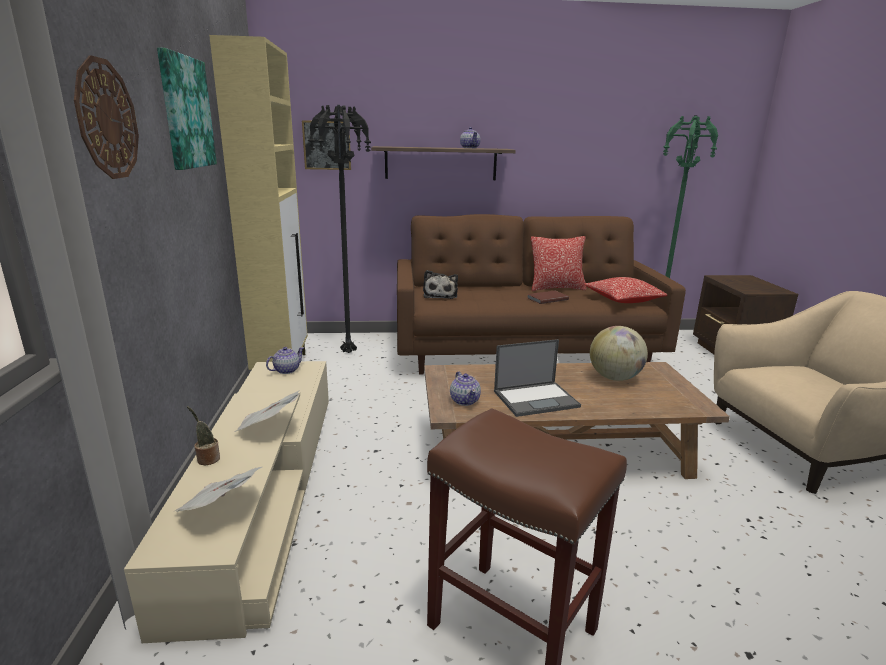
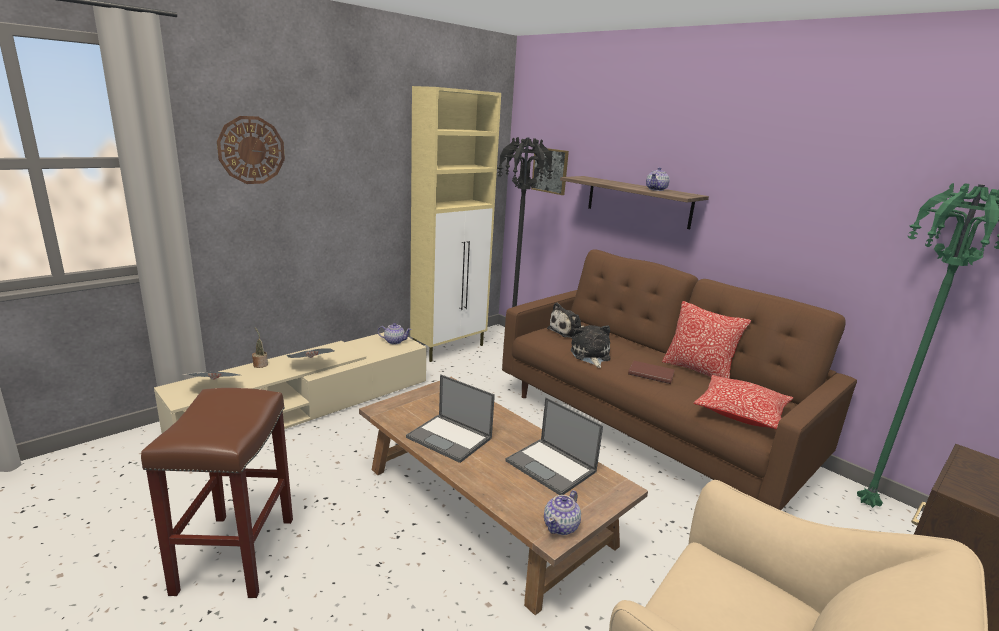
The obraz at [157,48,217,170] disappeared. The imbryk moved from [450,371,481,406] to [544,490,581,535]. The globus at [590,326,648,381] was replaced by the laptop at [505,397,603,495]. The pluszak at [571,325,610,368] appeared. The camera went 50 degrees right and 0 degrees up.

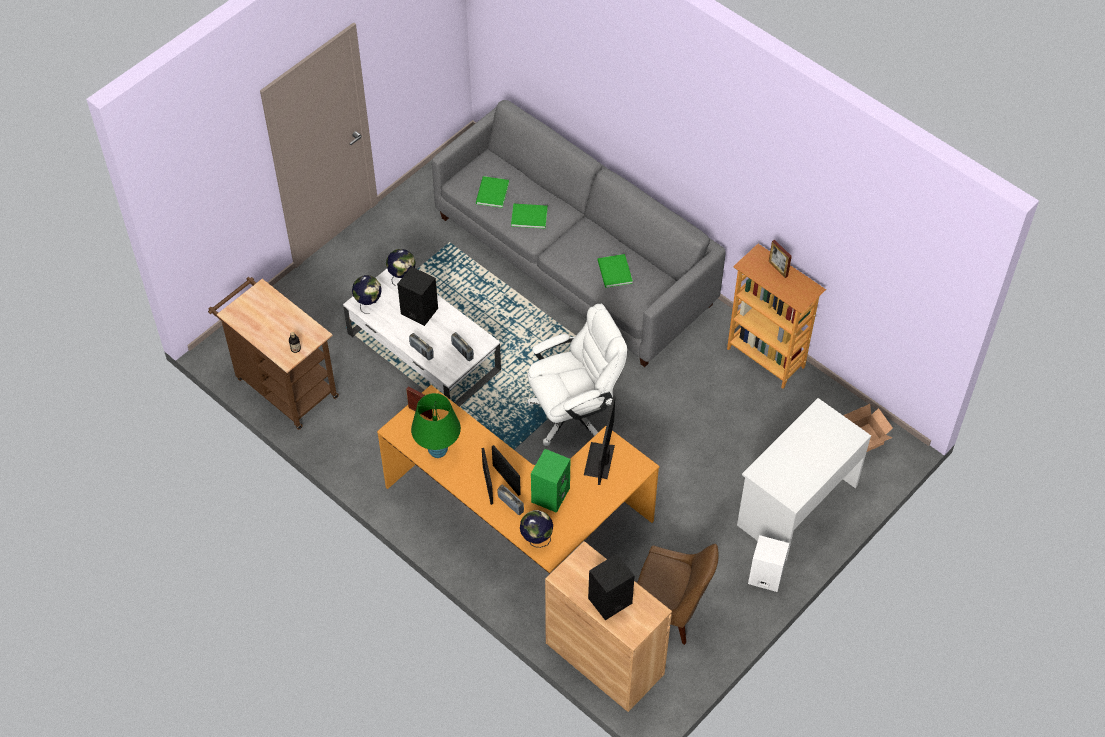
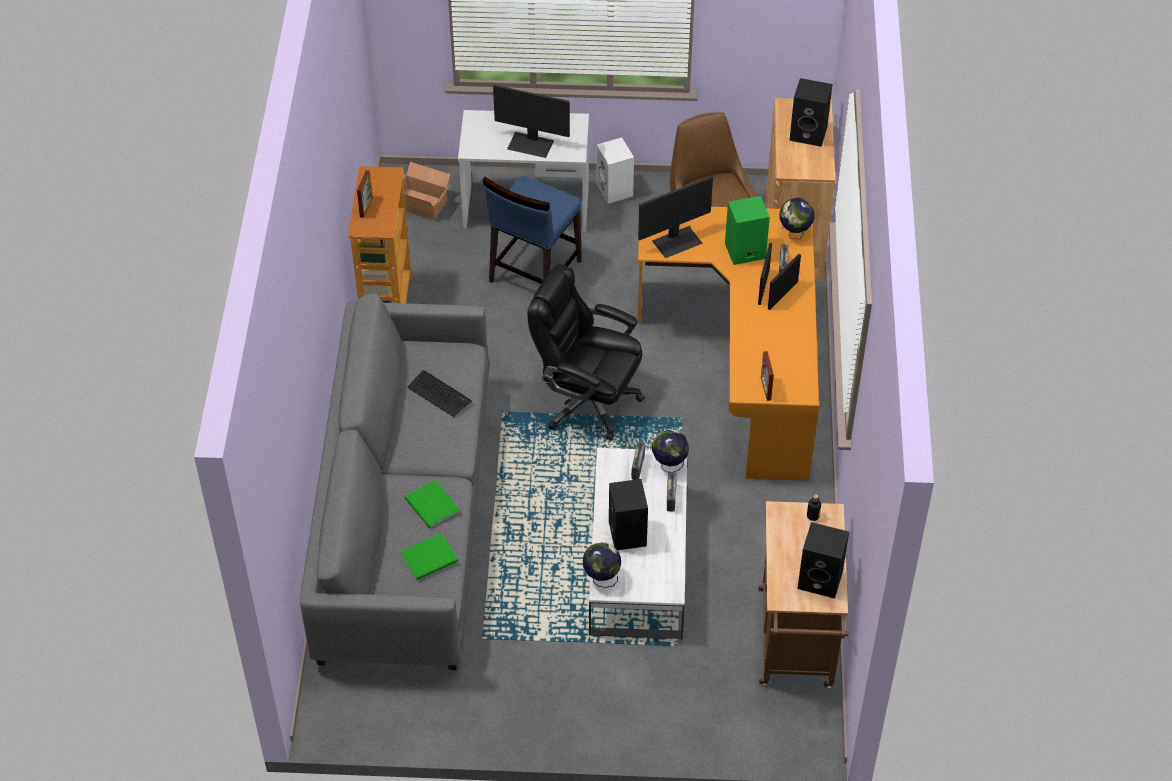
The globus moved from [352,275,382,314] to [652,429,689,472]. The lampa stołowa [zielony] at [411,393,461,458] disappeared. The krzesło biurowe [biały] at [527,303,627,446] became the krzesło biurowe [czarny] at [527,264,645,441]. The książka [zielony] at [598,254,633,288] was replaced by the klawiatura at [407,370,472,417]. The krzesło [niebieski] at [483,175,582,284] appeared. The monitor at [493,85,570,158] appeared. The głośnik [czarny] at [797,522,849,599] appeared. The camera went 130 degrees left and 5 degrees down.

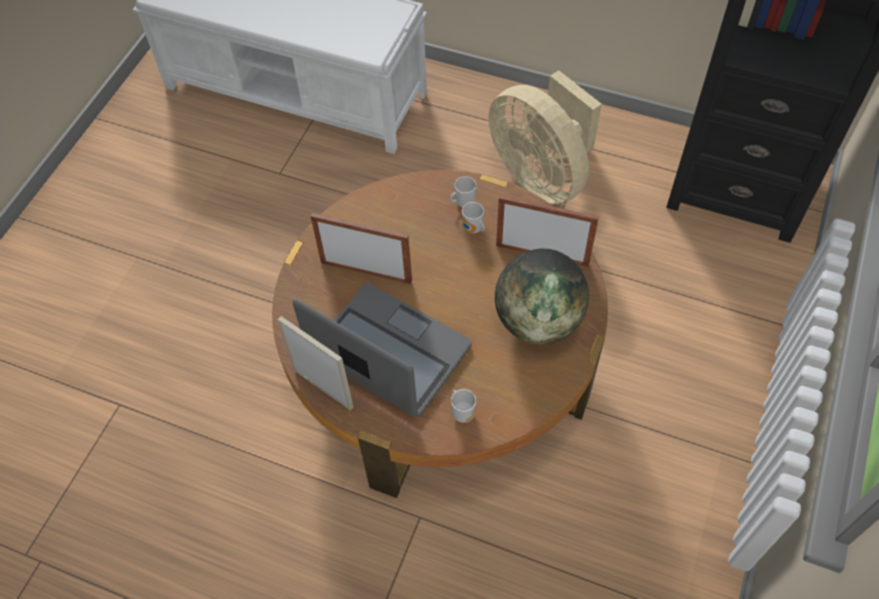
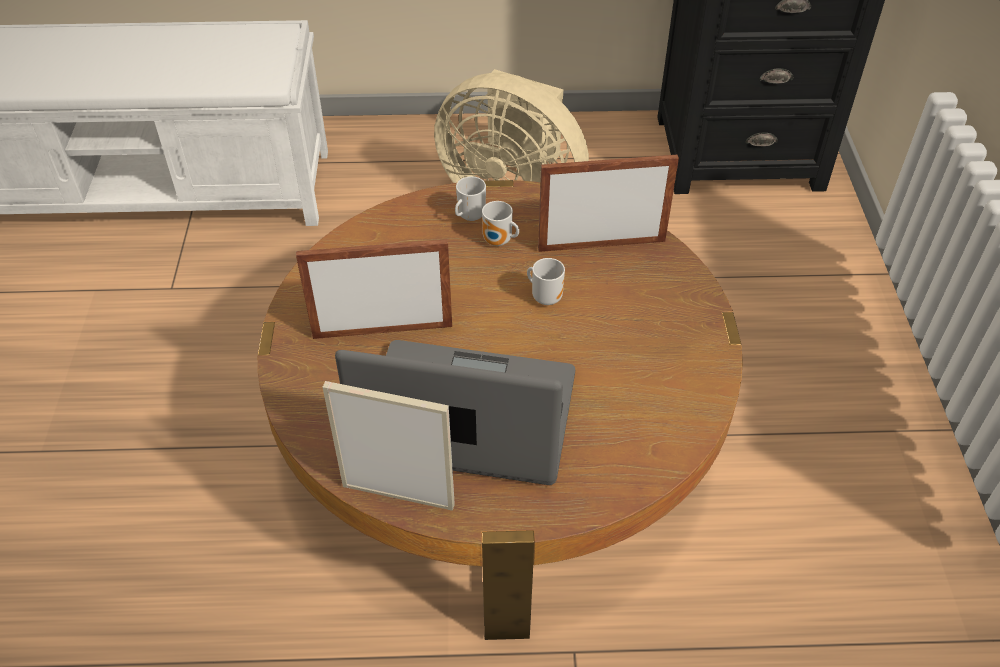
The kubek moved from [451,389,476,423] to [527,258,565,305]. The globus at [495,249,589,345] disappeared. The camera went 25 degrees left and 10 degrees down.

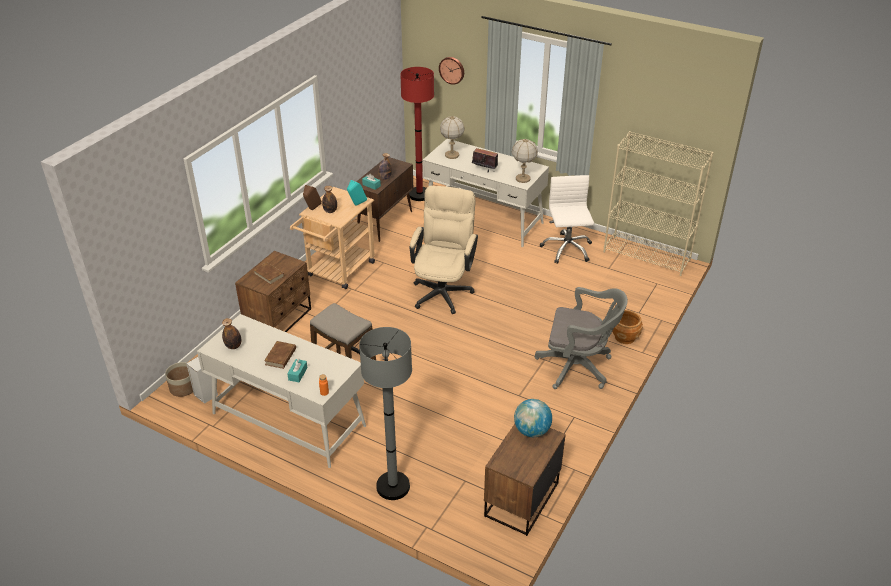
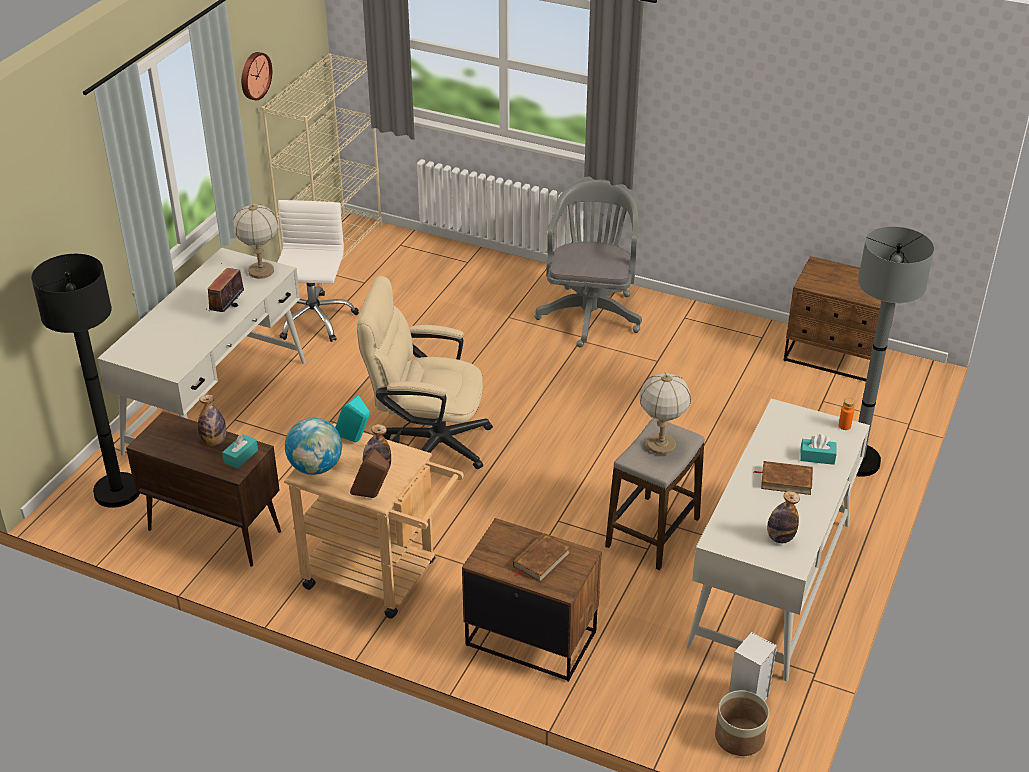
The lampa stojąca [czerwony] at [400,67,434,201] became the lampa stojąca [czarny] at [31,254,140,508]. The zegar ścienny moved from [439,57,464,85] to [241,52,272,101]. The lampa stołowa moved from [440,116,465,159] to [640,373,691,455]. The globus moved from [514,399,552,437] to [285,418,342,475]. The krzesło biurowe [biały] at [540,175,594,264] turned 105 degrees clockwise. The donica [brązowy] at [612,310,643,344] disappeared. The camera went 95 degrees left and 0 degrees up.

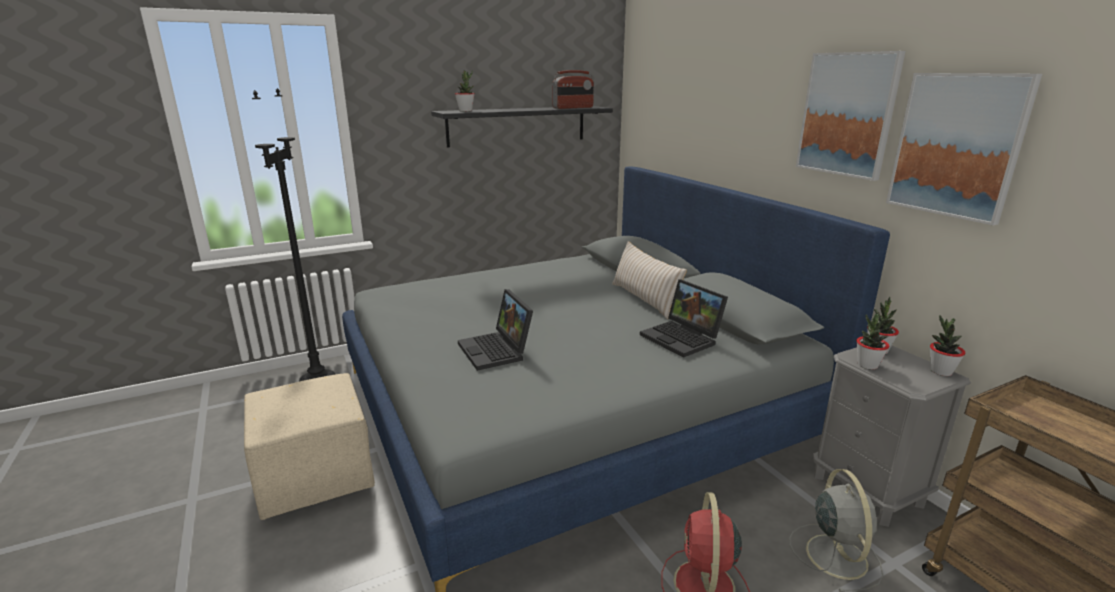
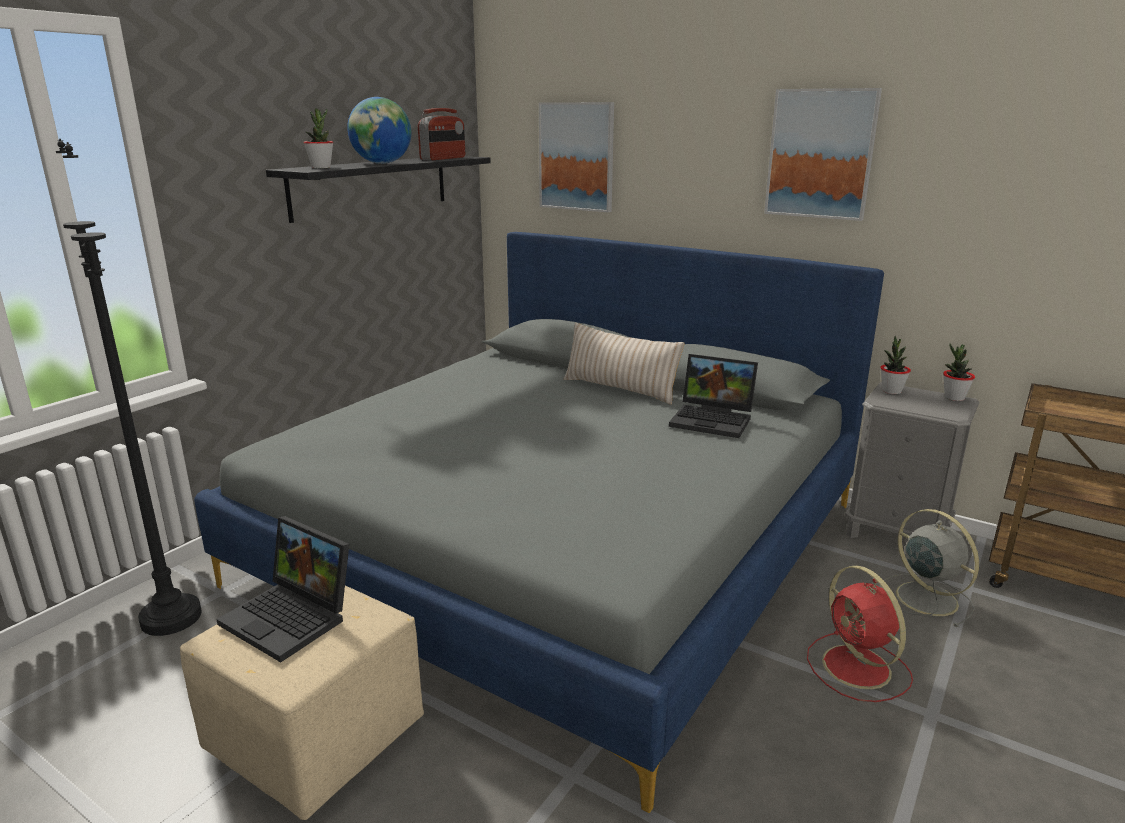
The laptop moved from [458,289,533,371] to [216,516,349,662]. The roślina doniczkowa at [856,313,889,370] disappeared. The obraz moved from [886,73,1042,225] to [539,102,614,212]. The globus at [347,97,411,164] appeared. The camera went 30 degrees left and 0 degrees up.

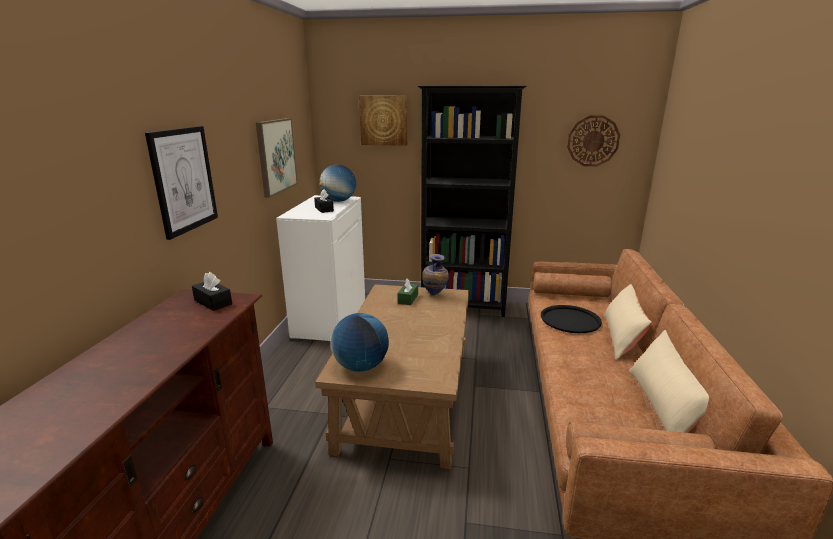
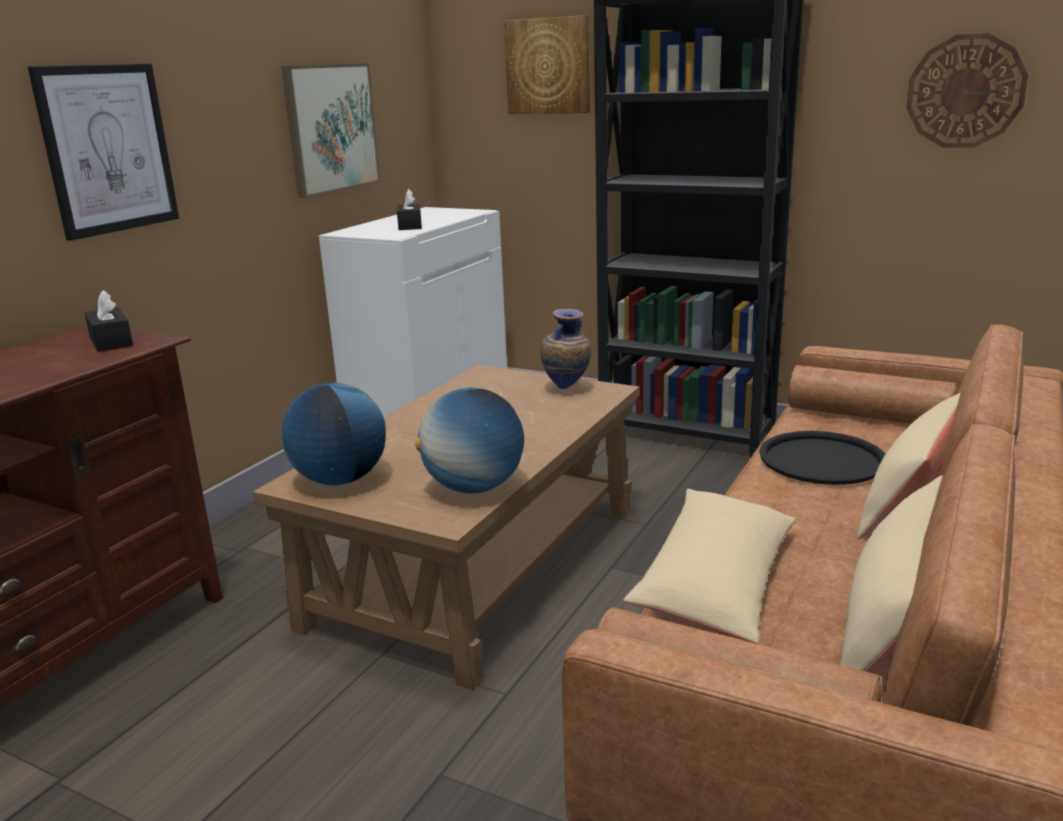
The globus moved from [319,165,356,202] to [415,387,524,493]. The pudełko chusteczek [zielony] at [397,278,418,305] disappeared. The poduszka [beżowy] at [624,489,796,644] appeared. The camera went 20 degrees right and 0 degrees up.

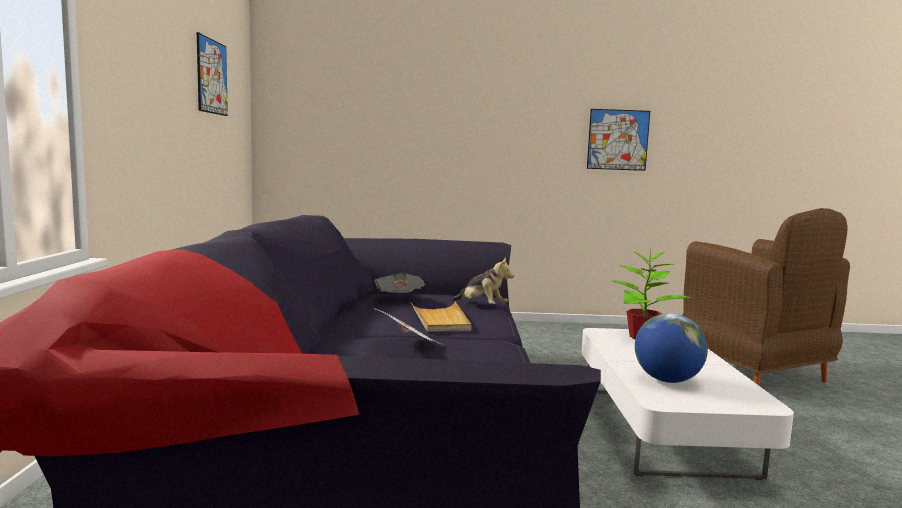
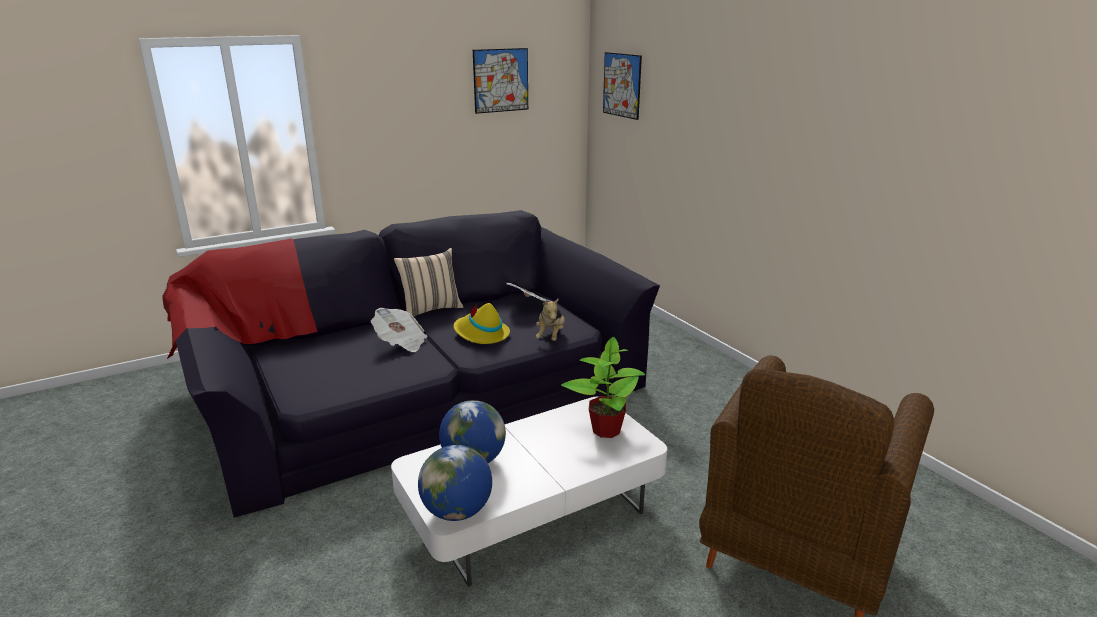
The taca [beżowy] at [411,302,471,332] was replaced by the kapelusz [żółty] at [453,303,510,344]. The obraz moved from [587,109,650,171] to [603,52,642,120]. The poduszka [beżowy] at [394,248,463,317] appeared. The globus at [418,445,492,521] appeared. The camera went 60 degrees right and 15 degrees up.

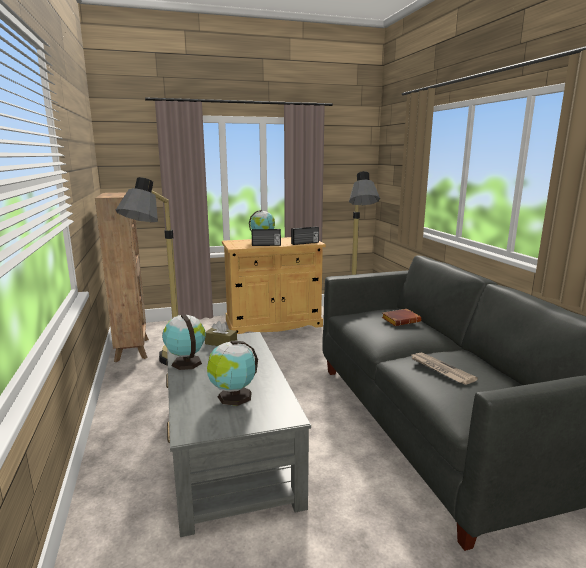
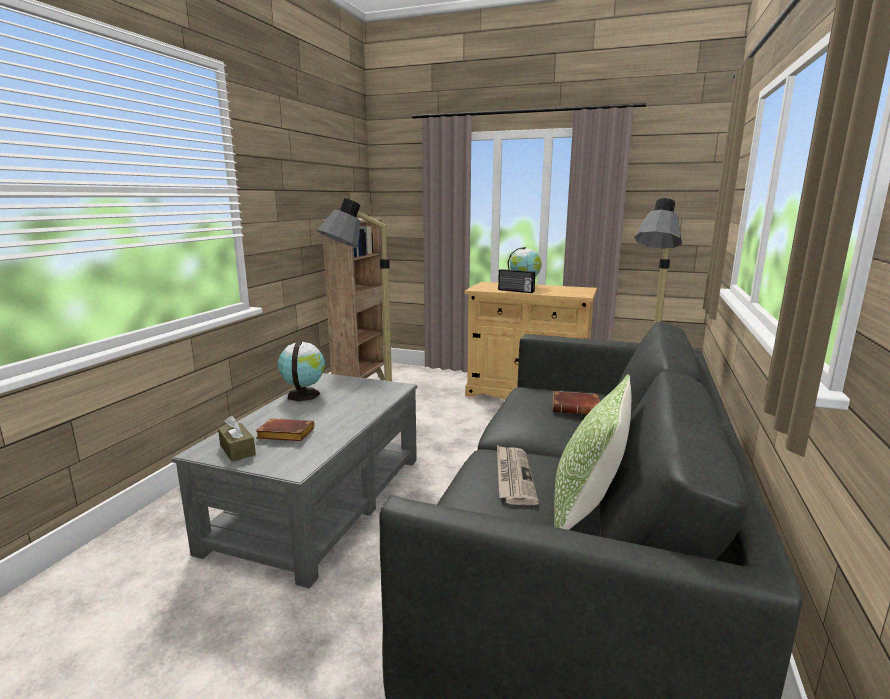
The pudełko chusteczek [brązowy] moved from [205,321,237,346] to [218,416,256,461]. The globus at [207,341,258,406] was replaced by the książka [brązowy] at [256,419,315,441]. The radio at [291,226,319,245] disappeared. The poduszka at [554,374,631,530] appeared. The camera went 35 degrees right and 0 degrees up.

